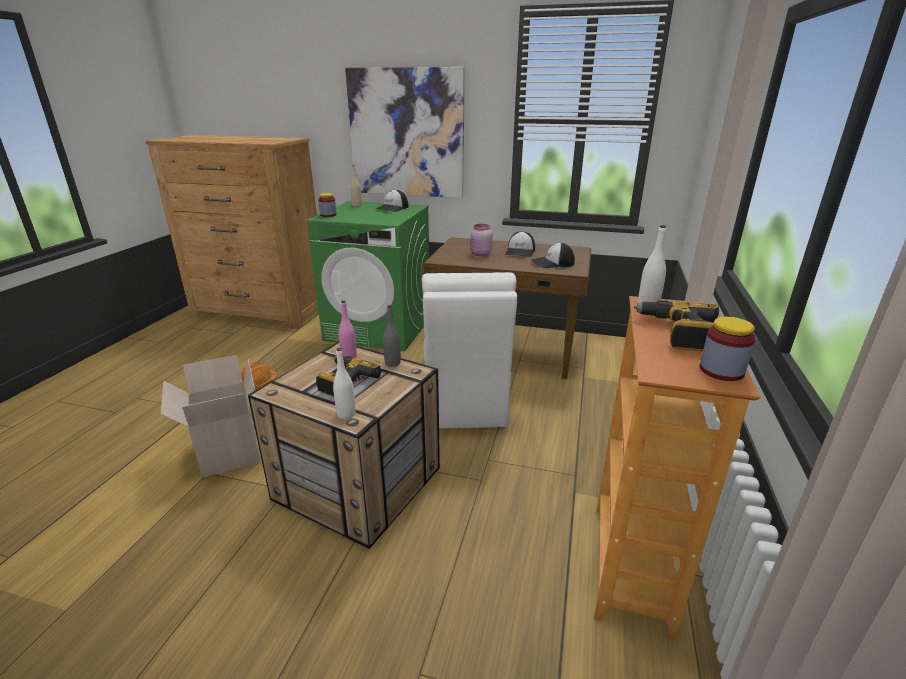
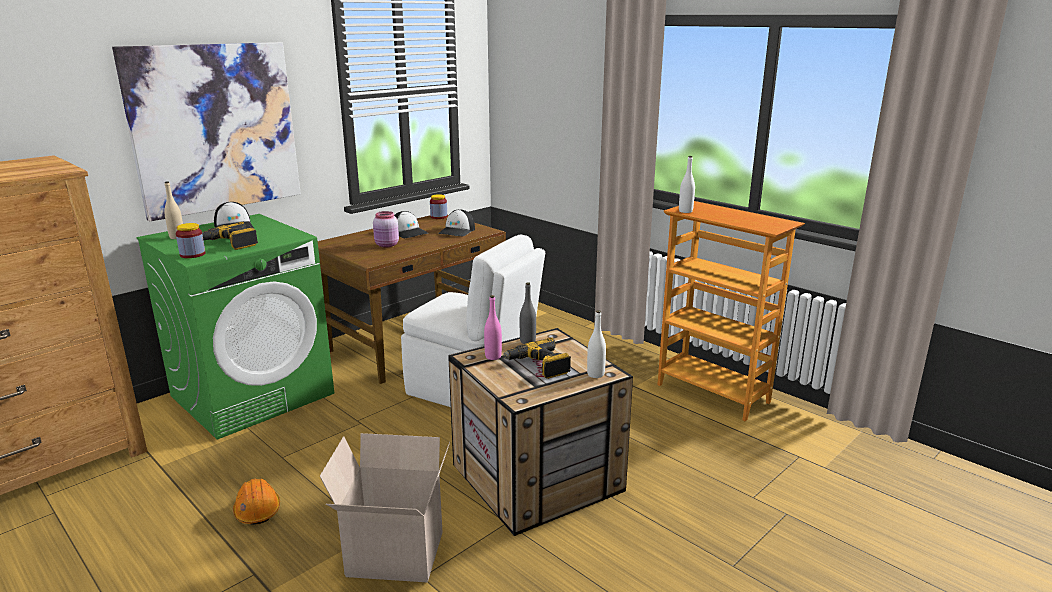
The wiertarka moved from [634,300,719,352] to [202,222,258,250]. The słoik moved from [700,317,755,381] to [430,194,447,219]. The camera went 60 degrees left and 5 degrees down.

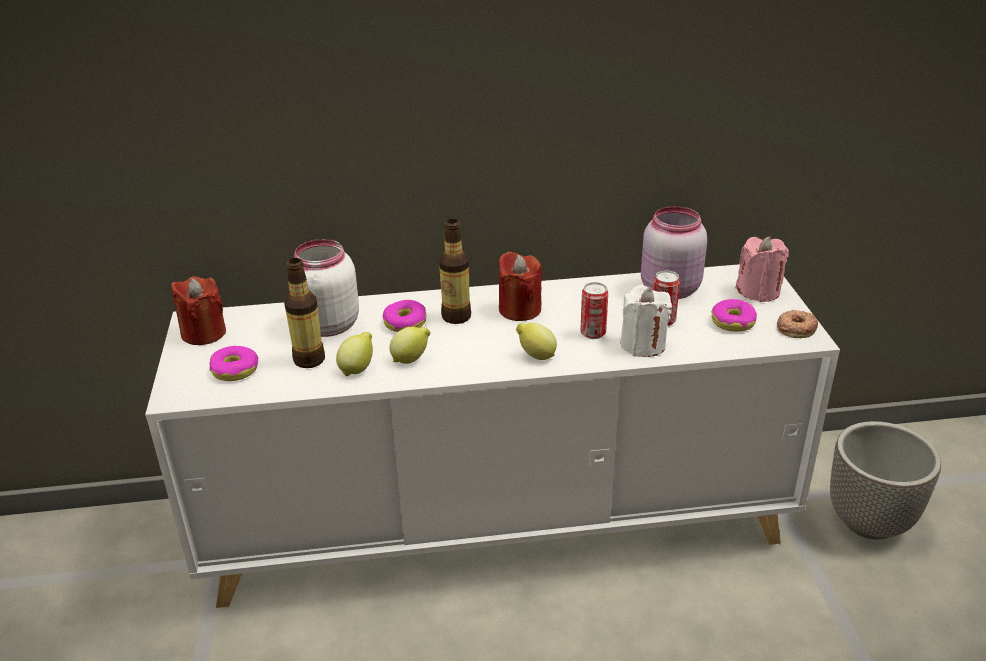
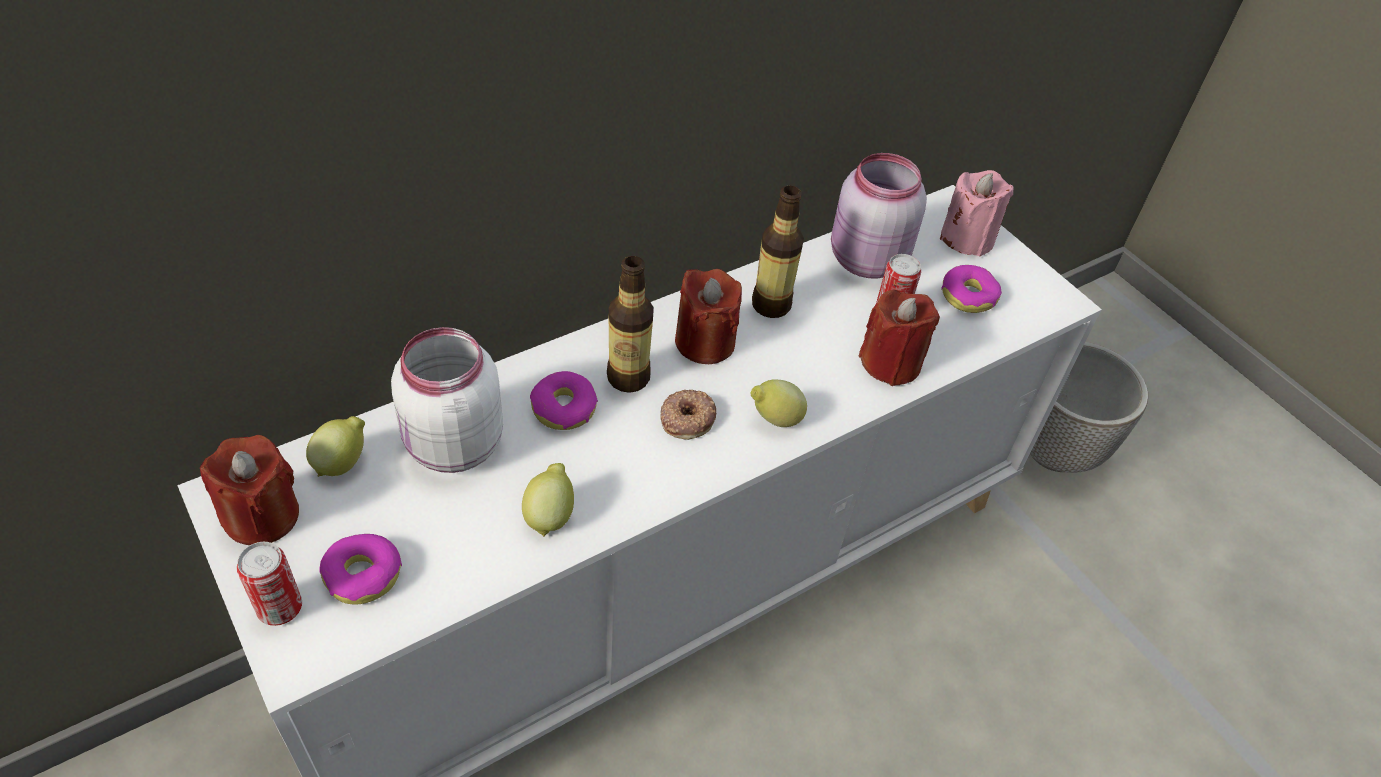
The butelka moved from [284,258,325,368] to [752,186,804,318]. The cytryna moved from [389,327,431,364] to [306,416,365,477]. The puszka moved from [580,282,608,339] to [237,542,302,626]. The świeca [biały] at [620,285,672,357] became the świeca [czerwony] at [859,290,940,386]. The donut moved from [777,310,818,338] to [660,390,716,440]. The camera went 30 degrees left and 15 degrees up.

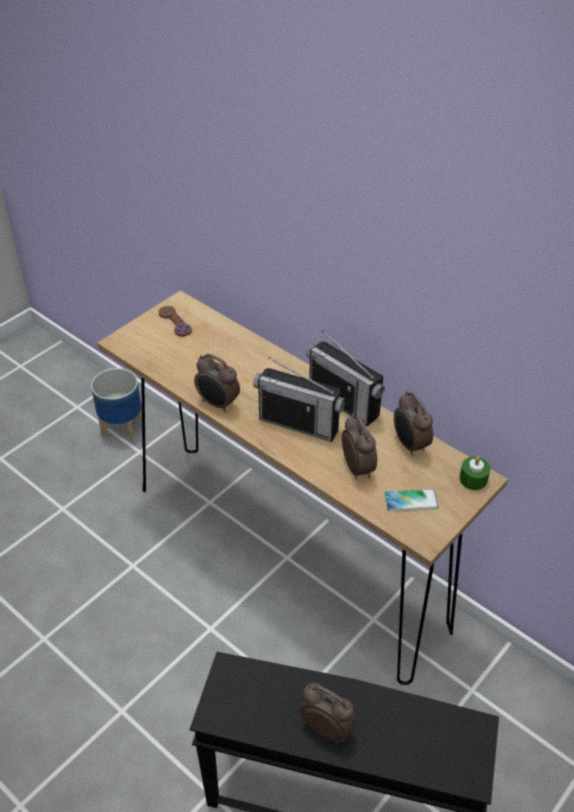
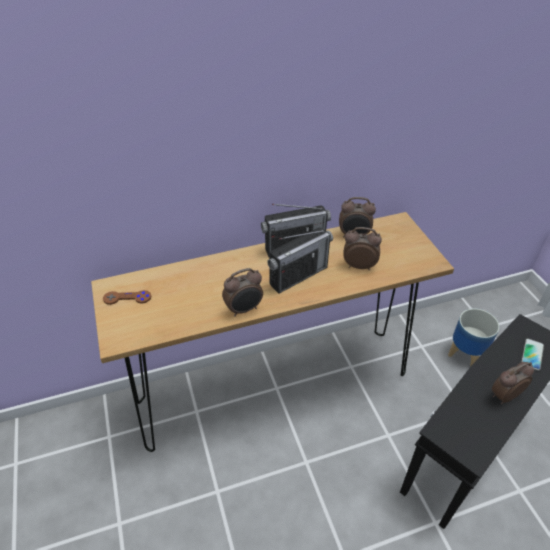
The donica moved from [91,368,142,441] to [448,308,499,367]. The telefon moved from [384,489,439,511] to [522,338,544,371]. The świeca [zielony] at [459,456,490,490] disappeared. The camera went 60 degrees left and 0 degrees up.

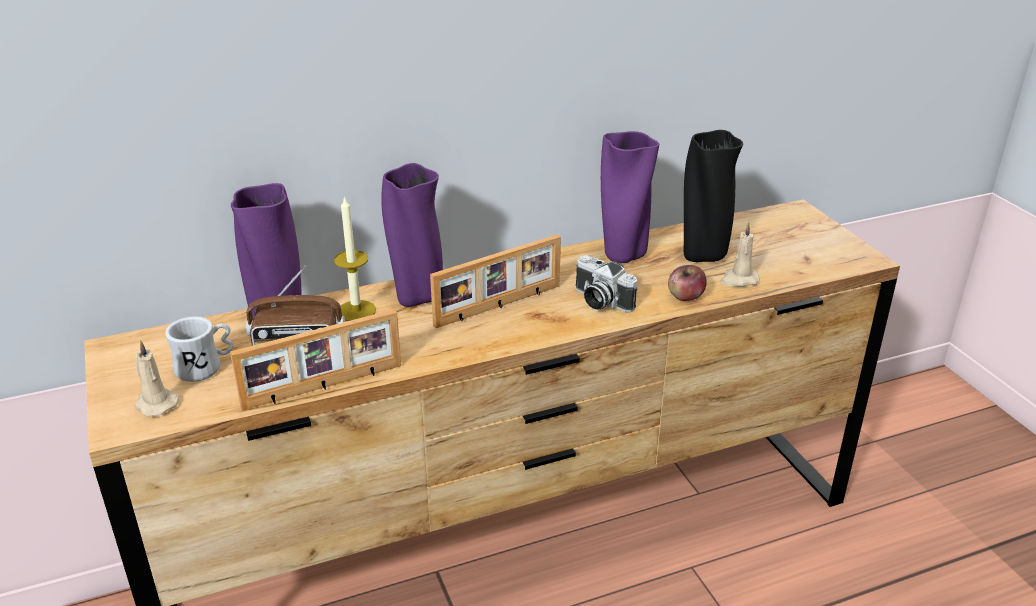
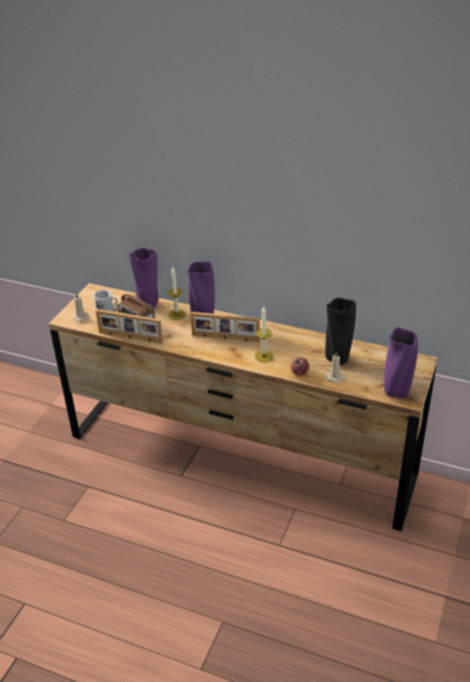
The aparat fotograficzny at [576,255,637,312] was replaced by the świeca at [255,306,274,362]. The wazon [fioletowy] moved from [601,131,659,263] to [384,327,418,398]. The camera went 45 degrees right and 5 degrees up.

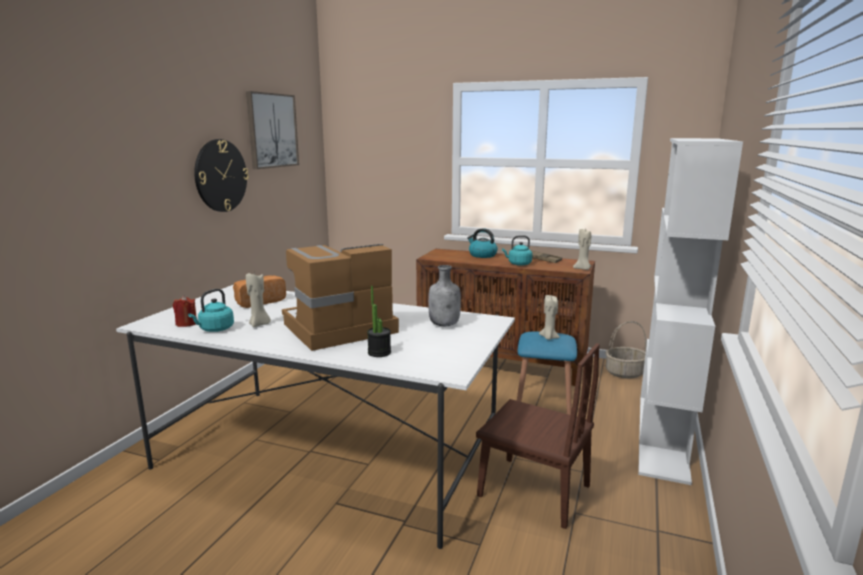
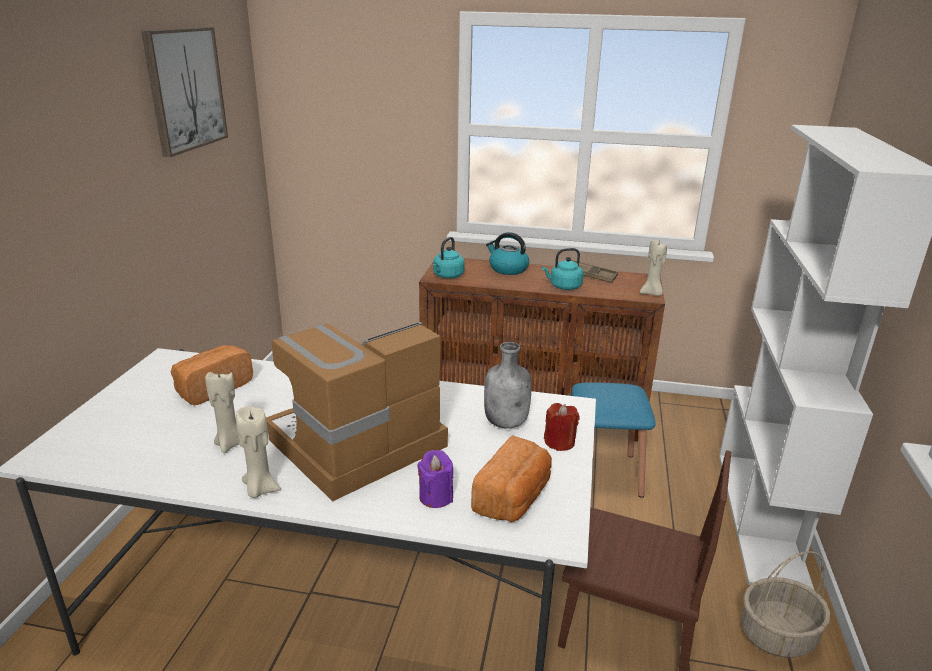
The świeca [czerwony] moved from [173,296,197,327] to [544,403,580,451]. The czajnik [turkusowy] moved from [188,289,234,332] to [433,237,465,278]. The zegar ścienny at [194,139,249,212] disappeared. The roślina doniczkowa at [367,286,391,357] was replaced by the świeca [fioletowy] at [417,450,453,508]. The świeca [beżowy] moved from [539,295,560,340] to [236,407,280,498]. The koszyk moved from [605,321,647,379] to [741,551,831,658]. The chleb at [471,435,552,522] appeared. The camera went 10 degrees left and 10 degrees up.

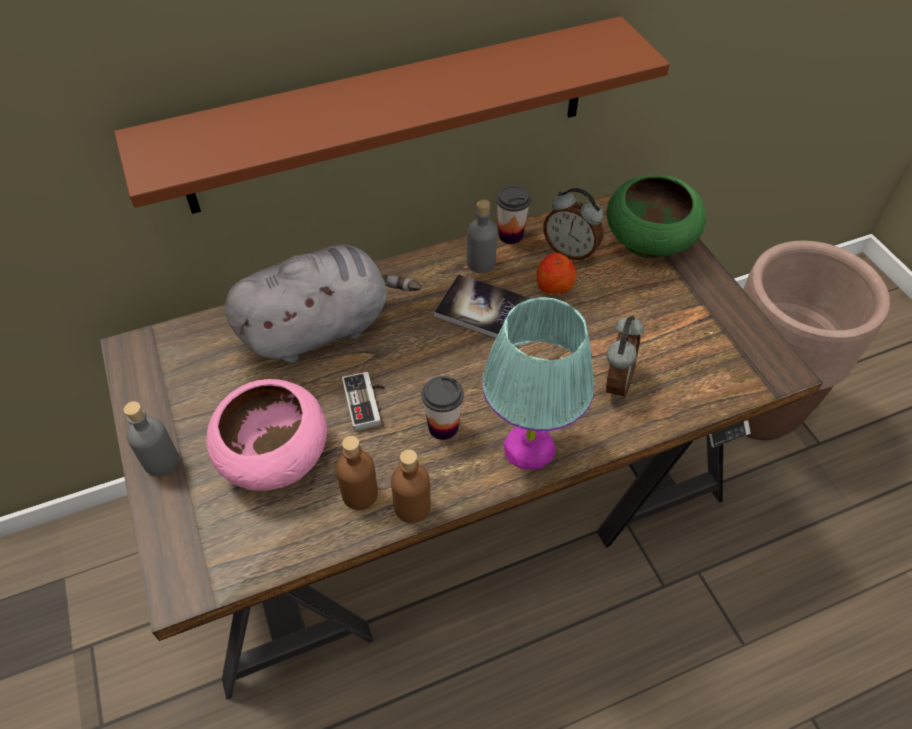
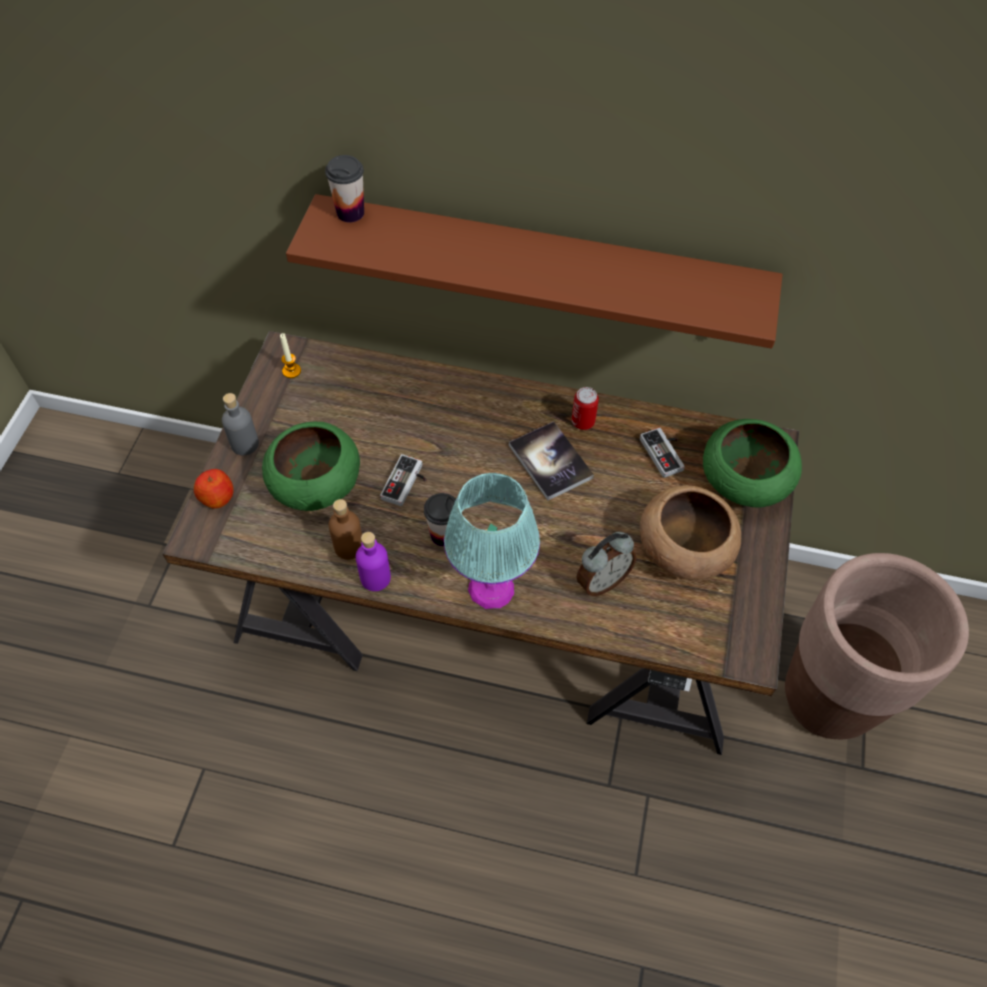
The miska [różowy] at [206,379,327,491] became the miska [zielony] at [262,422,360,511]. The pluszak [szary] at [224,245,421,363] disappeared. The butelka [brązowy] at [391,449,431,523] became the butelka [fioletowy] at [356,532,391,591]. The butelka [szary] at [467,200,497,273] was replaced by the puszka at [572,387,599,430]. The filiżanka moved from [496,185,531,244] to [325,155,364,222]. The jabłko moved from [536,253,576,294] to [194,469,234,509]. The budzik at [543,188,604,261] was replaced by the pad do gier at [640,428,685,478]. The świeca at [280,333,301,378] appeared. The miska [brązowy] at [640,485,741,580] appeared. The camera went 35 degrees right and 5 degrees up.

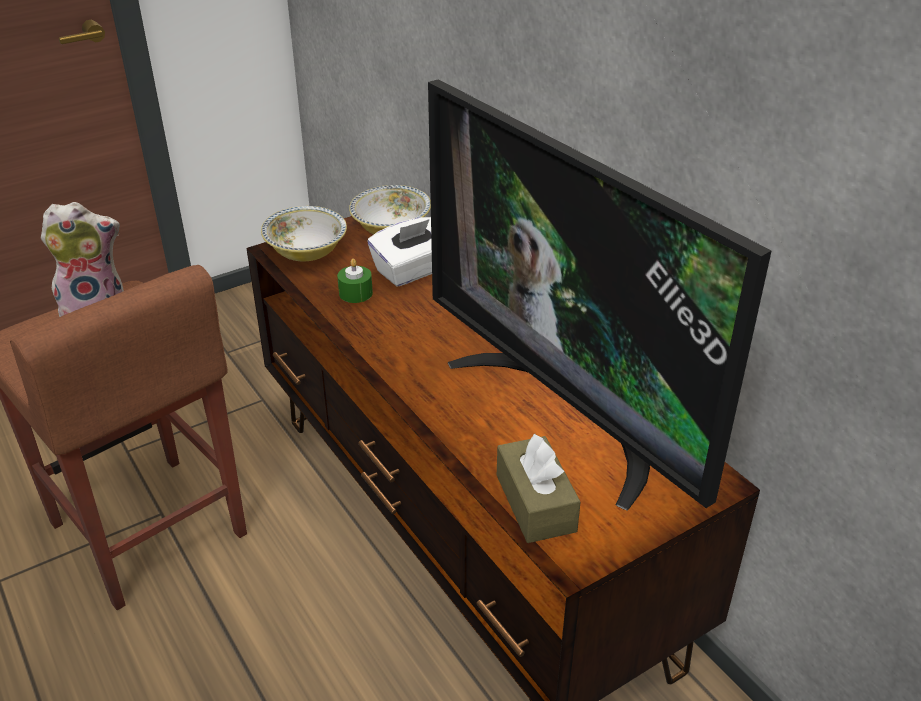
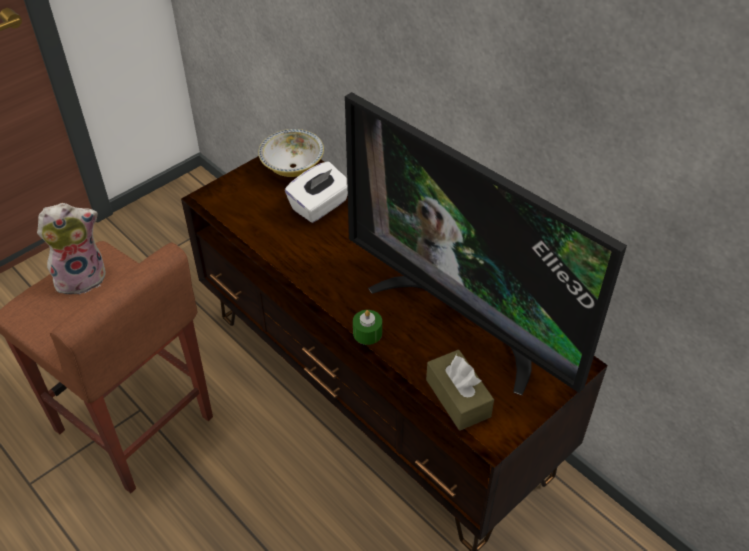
The miska at [261,206,347,261] disappeared. The świeca [zielony] moved from [337,259,373,303] to [353,310,382,345]. The camera went 10 degrees left and 10 degrees up.

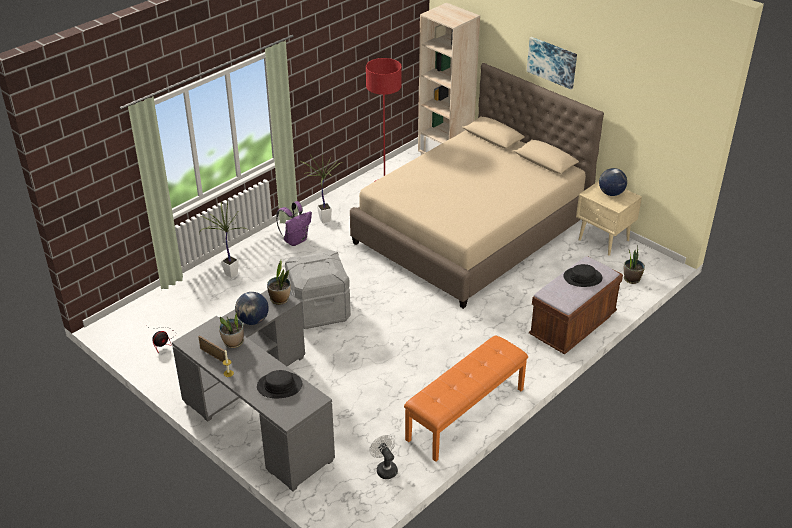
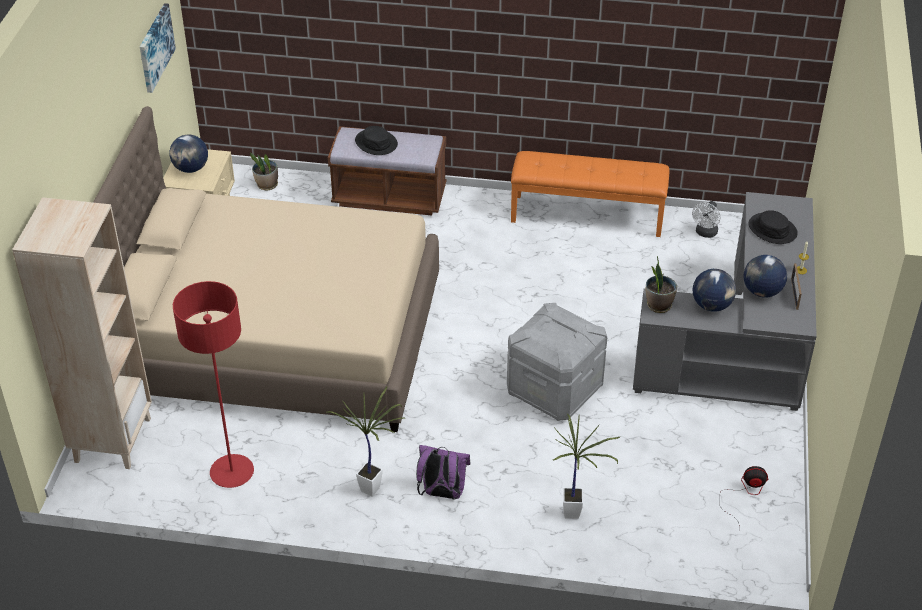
The roślina doniczkowa at [219,313,244,348] was replaced by the globus at [744,255,787,298]. The obraz moved from [527,37,577,89] to [140,3,176,93]. The camera went 125 degrees left and 5 degrees up.

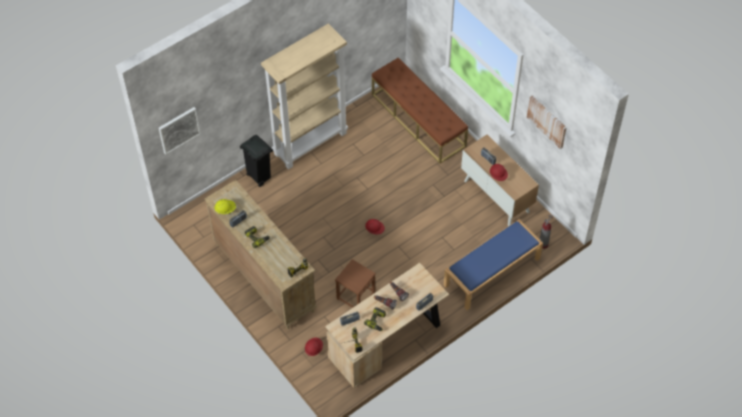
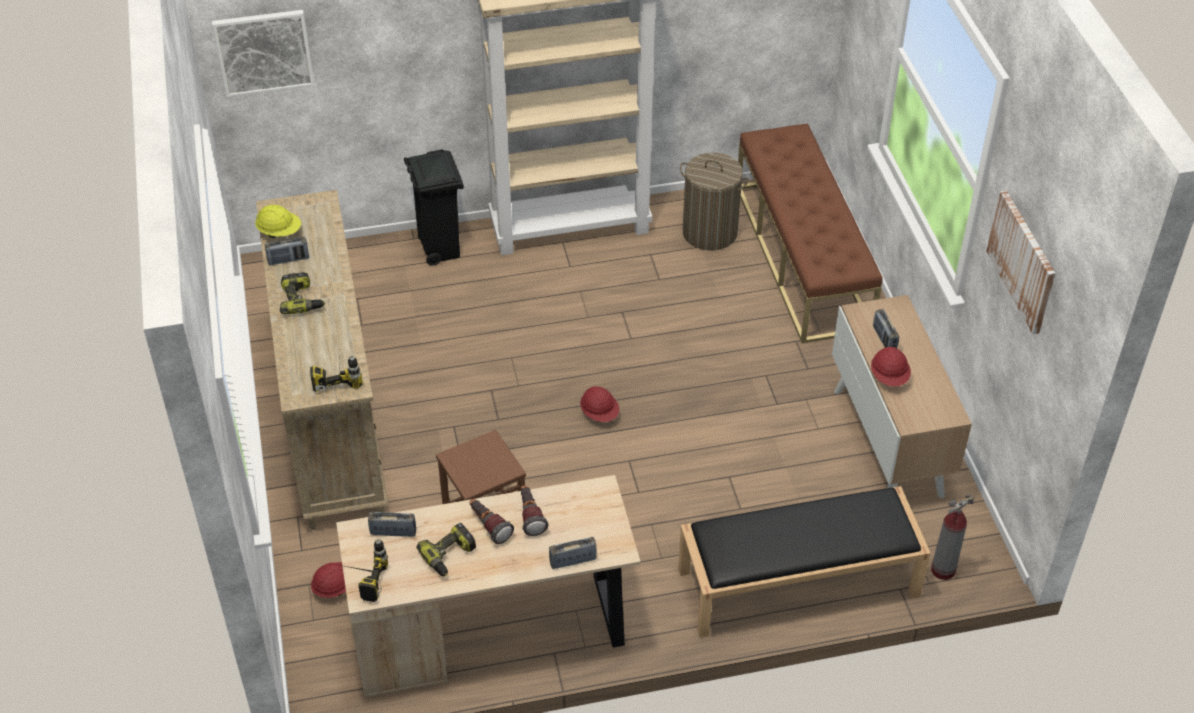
The ławka [niebieski] at [444,219,543,310] became the ławka [czarny] at [678,486,931,638]. The kosz na pranie at [680,153,749,251] appeared. The camera went 25 degrees right and 10 degrees down.

